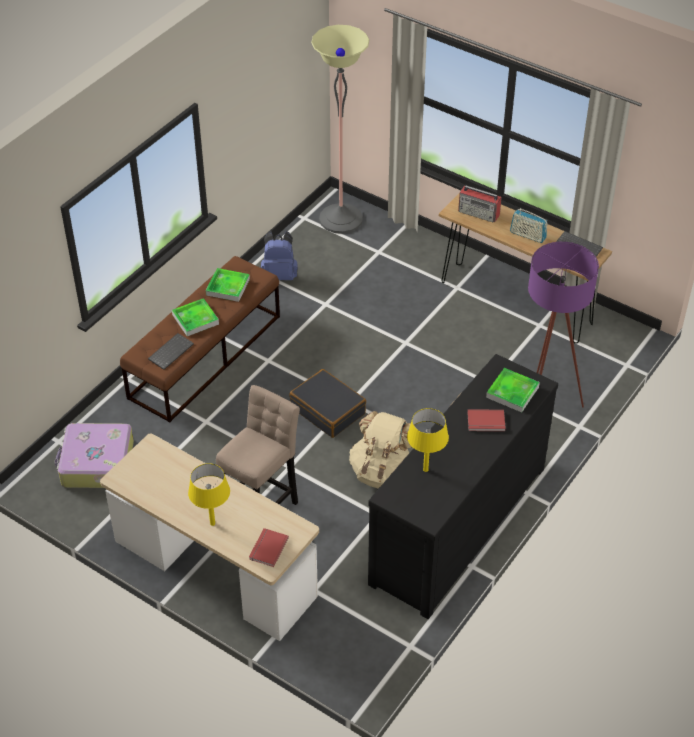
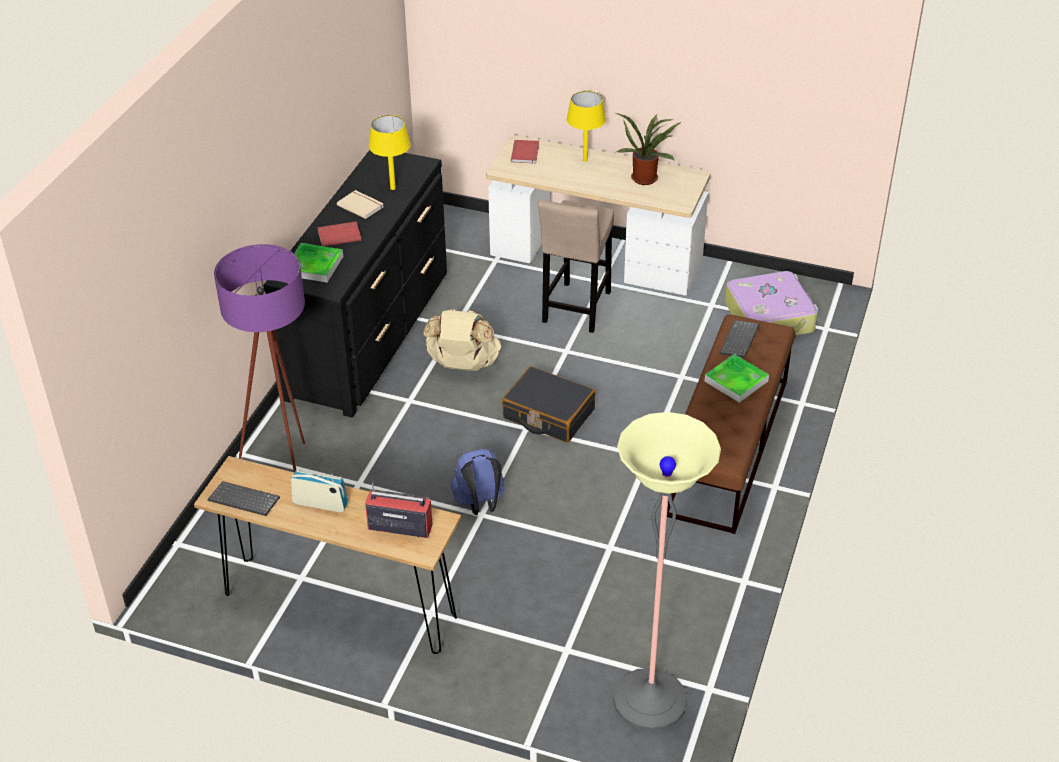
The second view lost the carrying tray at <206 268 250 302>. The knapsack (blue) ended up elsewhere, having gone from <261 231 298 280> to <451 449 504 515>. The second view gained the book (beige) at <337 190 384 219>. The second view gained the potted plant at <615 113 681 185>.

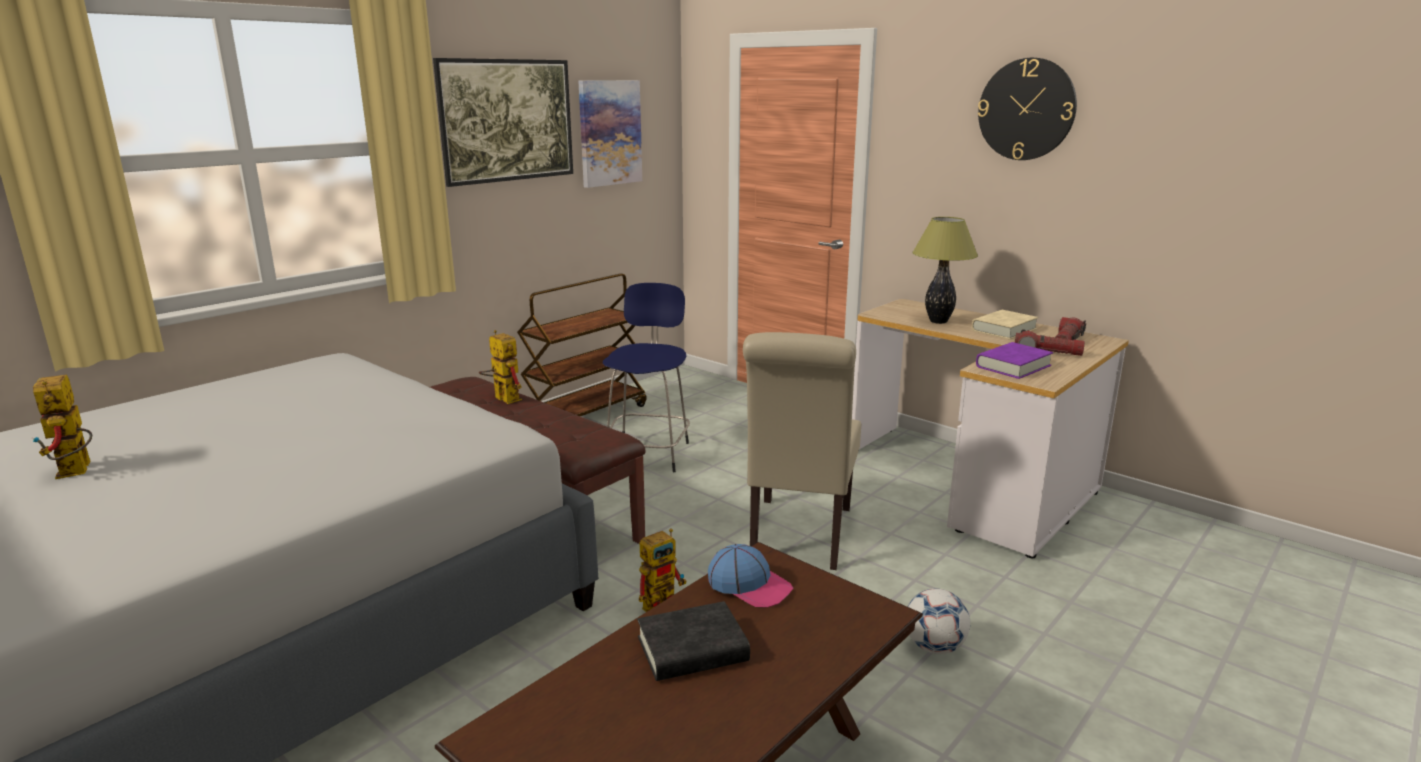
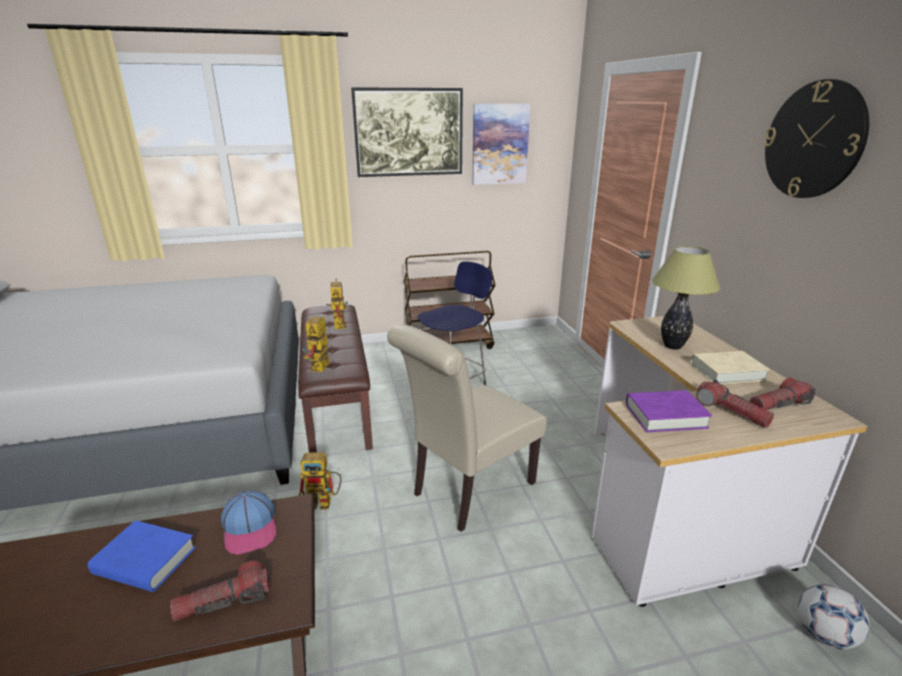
The robot figure ended up elsewhere, having gone from <32 375 92 479> to <302 316 330 372>. What was the book (black-coloured) at <637 601 750 681> turned into the book (blue) at <88 520 196 592>. The football ended up elsewhere, having gone from <908 588 970 654> to <798 584 870 650>. The second view gained the hand torch at <170 561 270 621>.

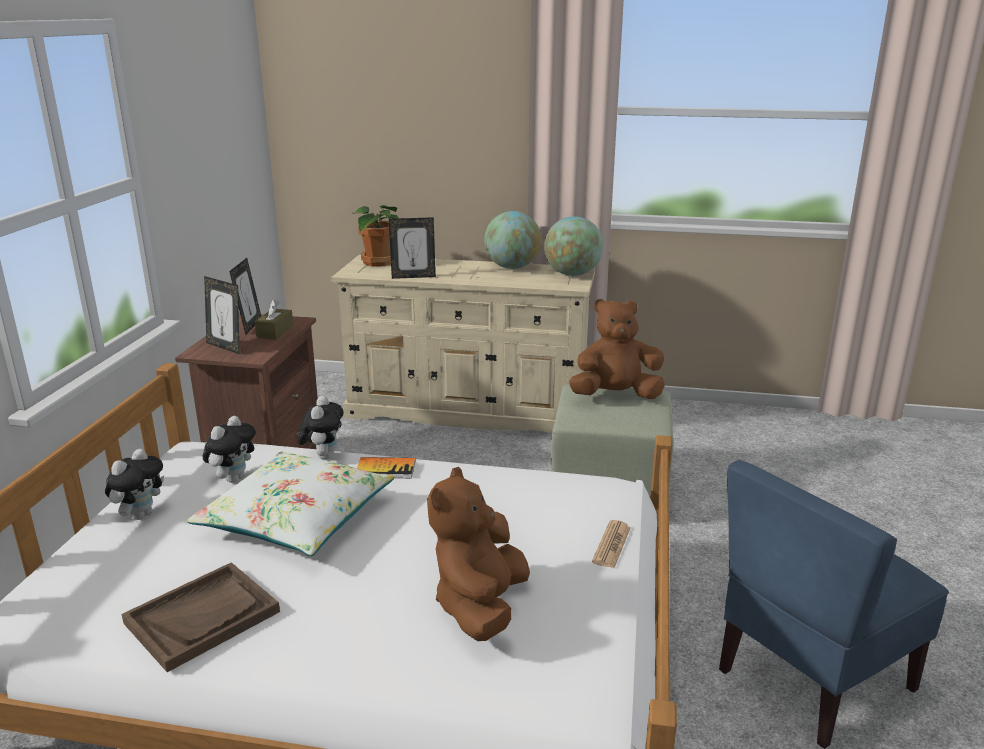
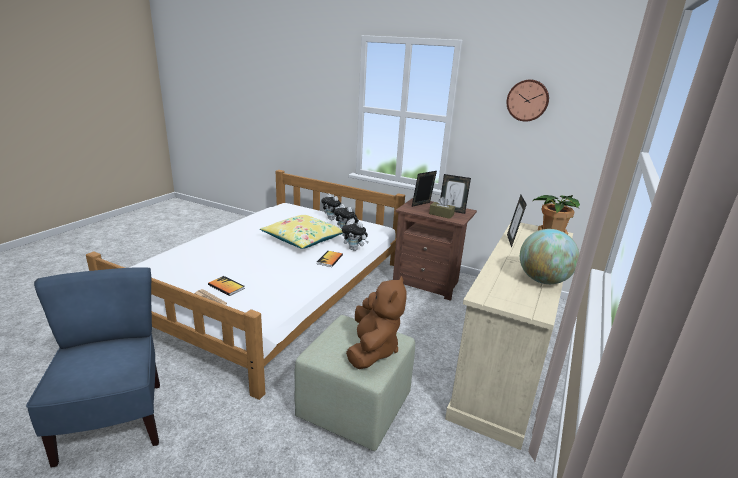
The second view lost the carrying tray (brown) at <122 562 280 672>. What was the pillow (white-coloured) at <187 452 394 556> turned into the pillow (yellowish) at <260 215 343 249>. The second view lost the cuddly toy (brown) at <427 467 530 641>. The second view lost the world globe at <544 216 603 276>. The second view gained the book at <208 276 245 296>. The second view gained the wall clock at <507 80 549 122>.

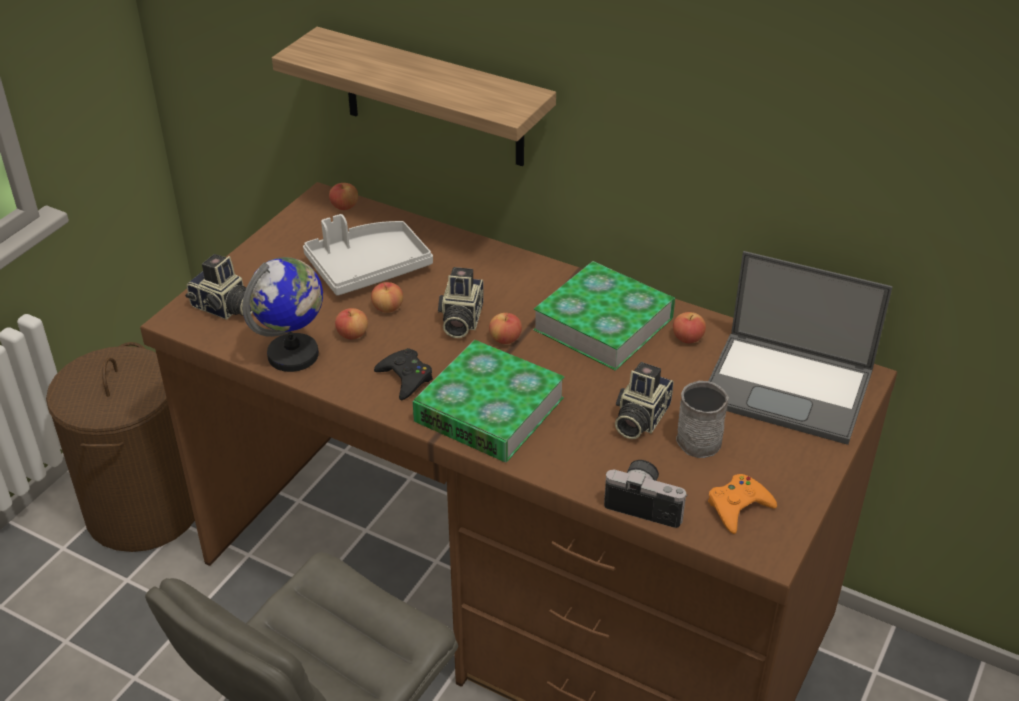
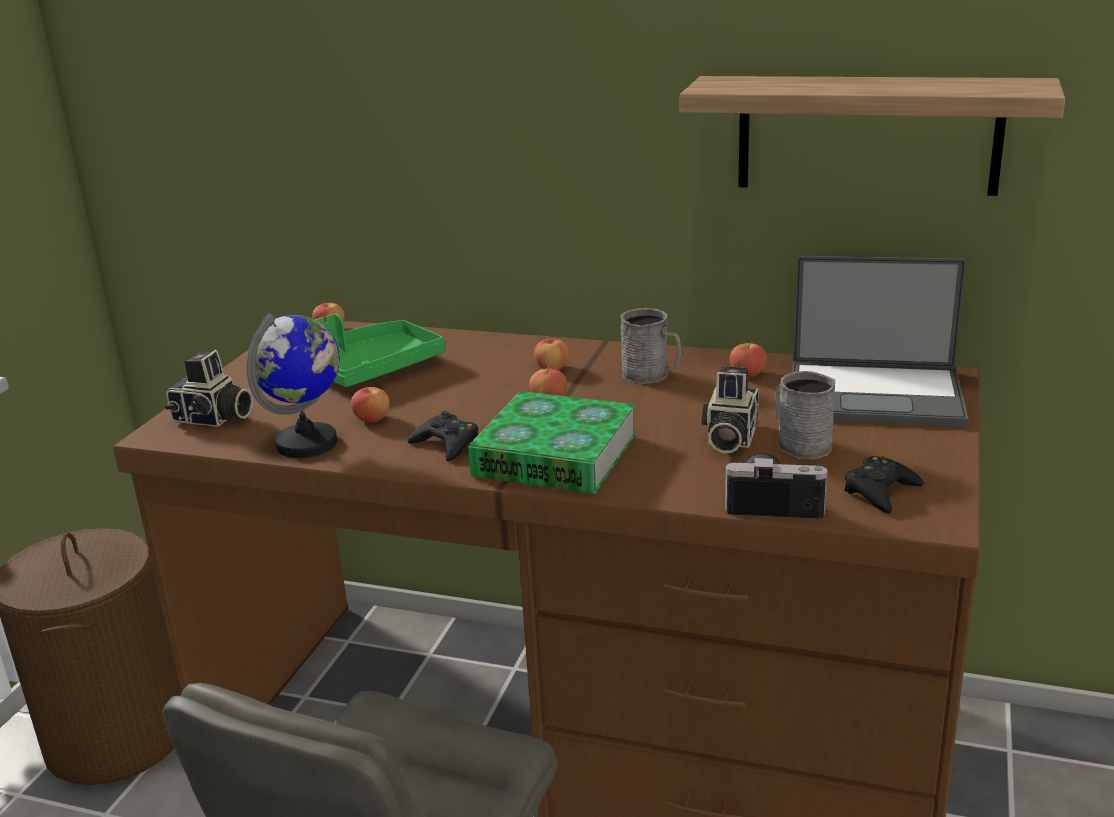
The bracket shelf ended up elsewhere, having gone from <272 27 556 166> to <680 76 1065 196>. What was the carrying tray (gray) at <303 214 433 296> turned into the carrying tray (greenish) at <315 314 446 387>. The whole apple ended up elsewhere, having gone from <371 282 403 313> to <534 336 569 370>. The second view lost the still camera at <438 267 484 338>. Where the book stood at <533 261 675 371>, the mug (gray) came to stand at <621 308 681 384>. What was the game controller (orange) at <708 474 777 534> turned into the game controller (black-coloured) at <844 456 924 513>.

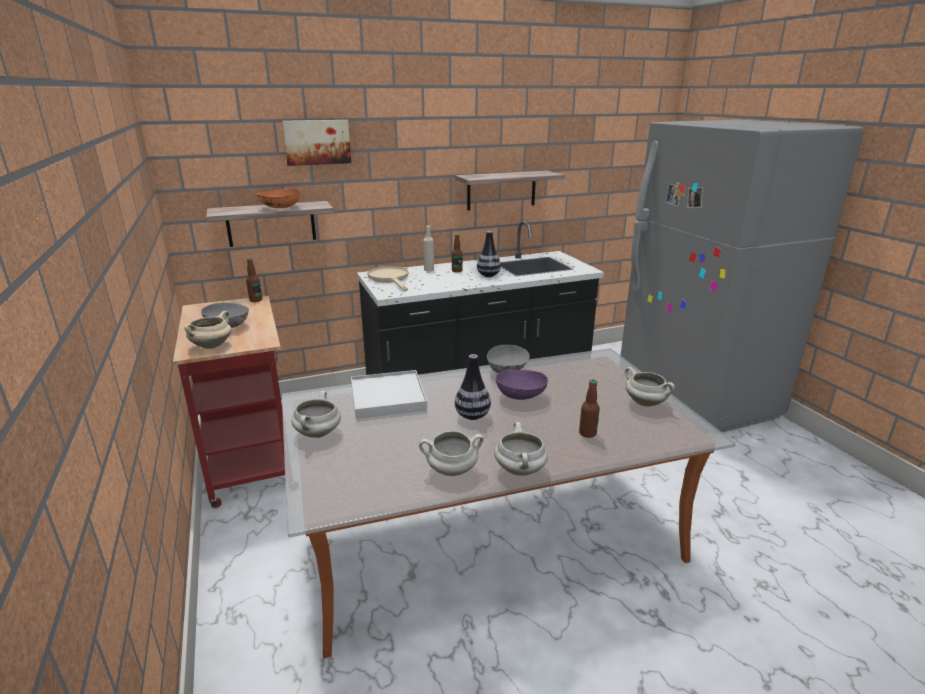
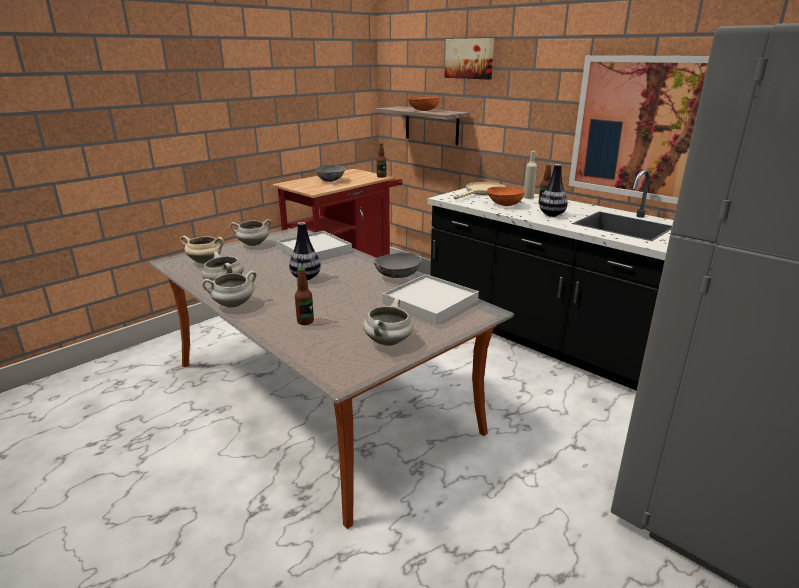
The saucepot (beige) ended up elsewhere, having gone from <184 311 232 349> to <180 236 224 264>. Where the bracket shelf hung at <455 170 565 210>, the picture came to hang at <569 55 709 204>. The second view lost the deep dish (purplish) at <496 370 548 400>. The second view gained the carrying tray (white-coloured) at <383 274 479 324>. The second view gained the deep dish (orange) at <487 187 524 206>.

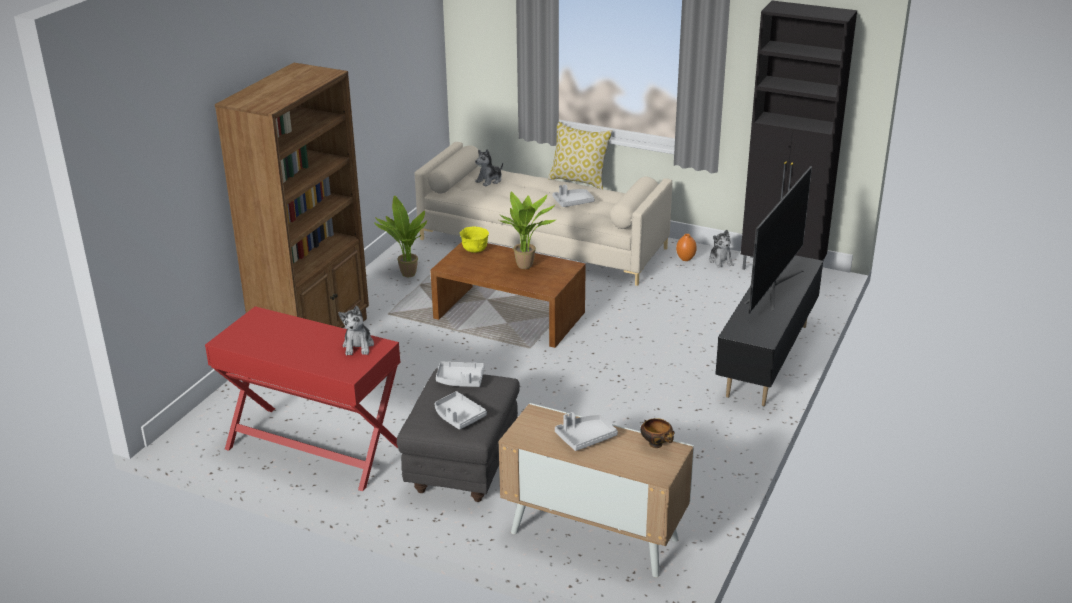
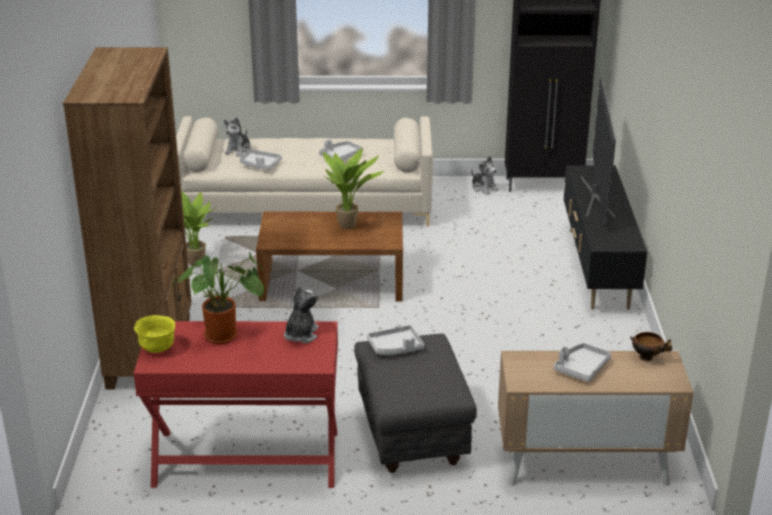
The cuddly toy at <338 306 374 355> ended up facing another way, 135 degrees counterclockwise from before. The carrying tray (gray) ended up elsewhere, having gone from <434 391 487 430> to <240 149 282 170>. The deep dish (yellowish) ended up elsewhere, having gone from <460 227 489 253> to <134 315 175 353>. The second view lost the pillow at <548 122 613 190>. The second view lost the vase (orange) at <676 234 697 261>. The second view gained the potted plant at <172 252 264 344>.

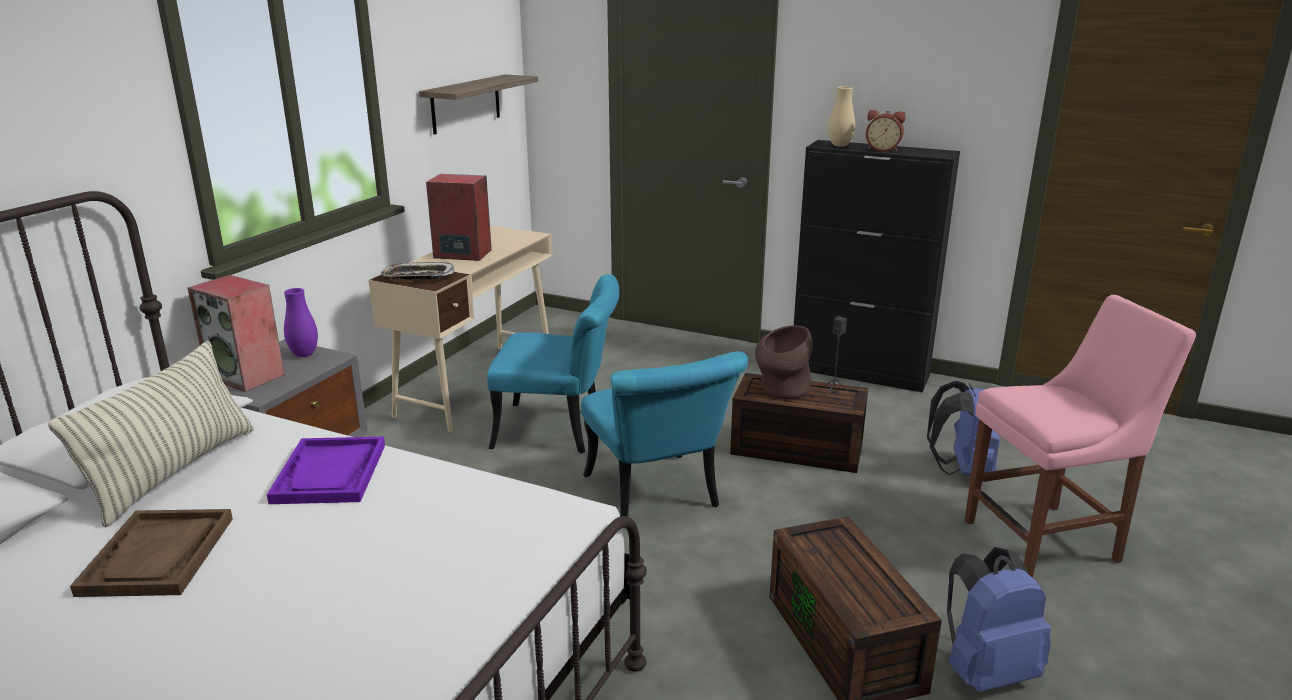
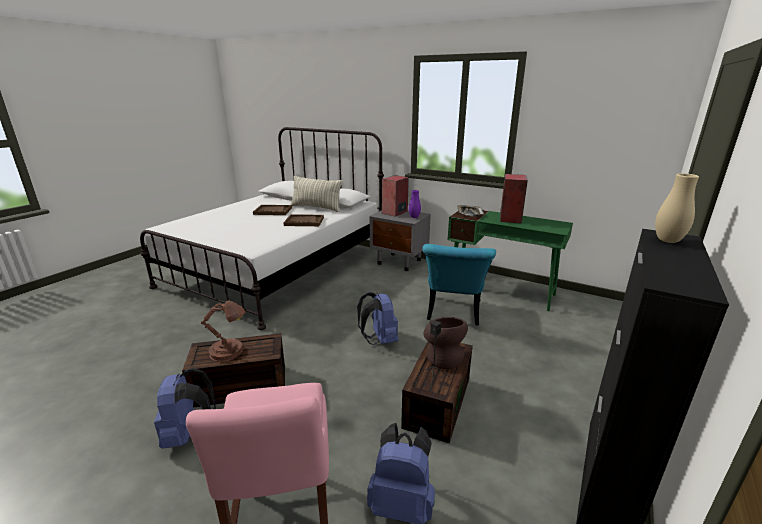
What was the carrying tray (purplish) at <267 437 385 504> turned into the carrying tray (brown) at <283 214 324 226>. What was the desk table (beige) at <368 226 553 432> turned into the desk table (greenish) at <448 210 573 311>. The second view lost the bracket shelf at <419 74 538 135>. Where the plain chair (turquoise-coloured) stood at <581 351 748 528>, the knapsack (blue) came to stand at <357 292 399 345>. The second view lost the table clock at <866 110 906 152>. The second view gained the table lamp (brown) at <201 300 245 362>.

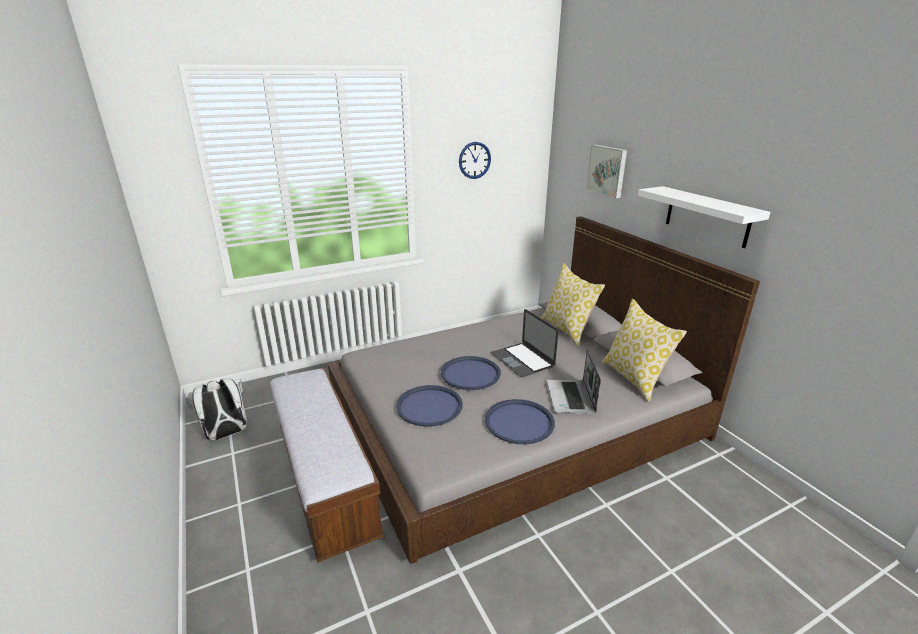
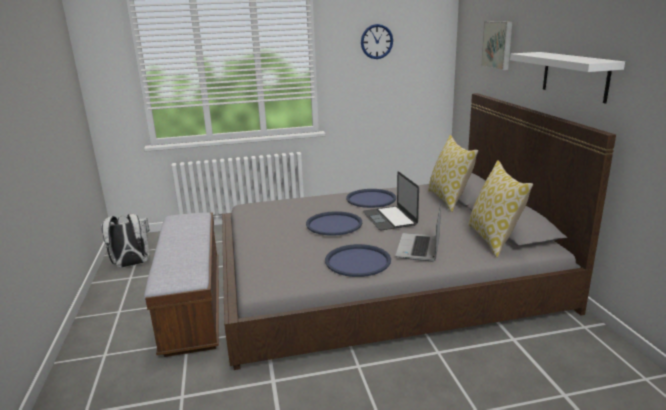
The carrying tray (blue) ended up elsewhere, having gone from <396 385 463 427> to <346 189 396 208>.

